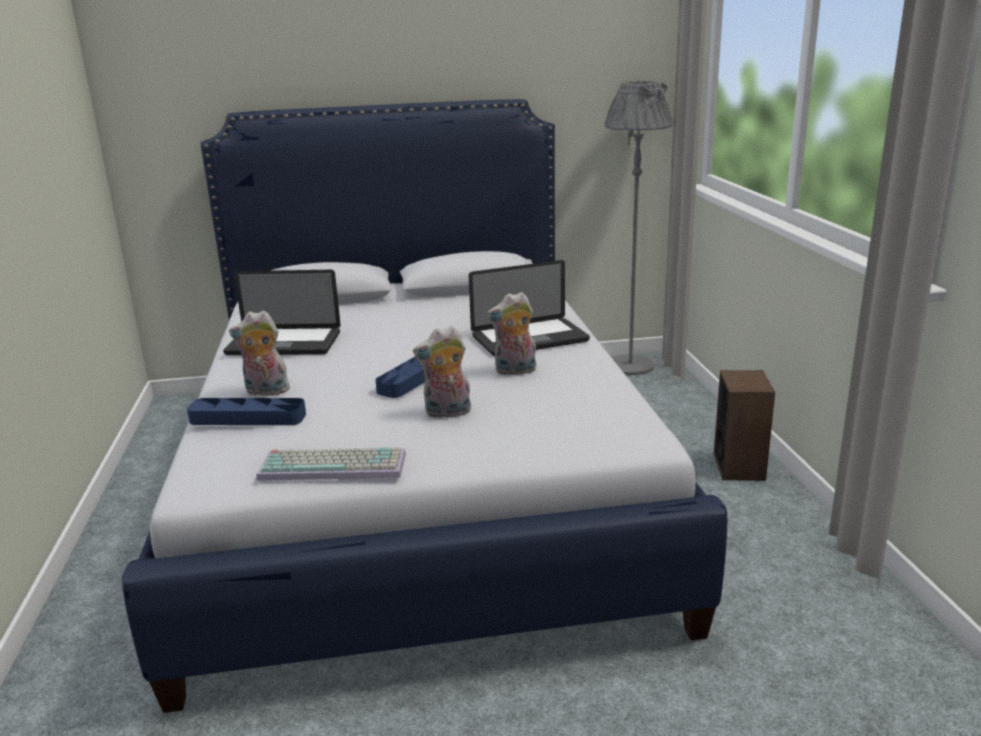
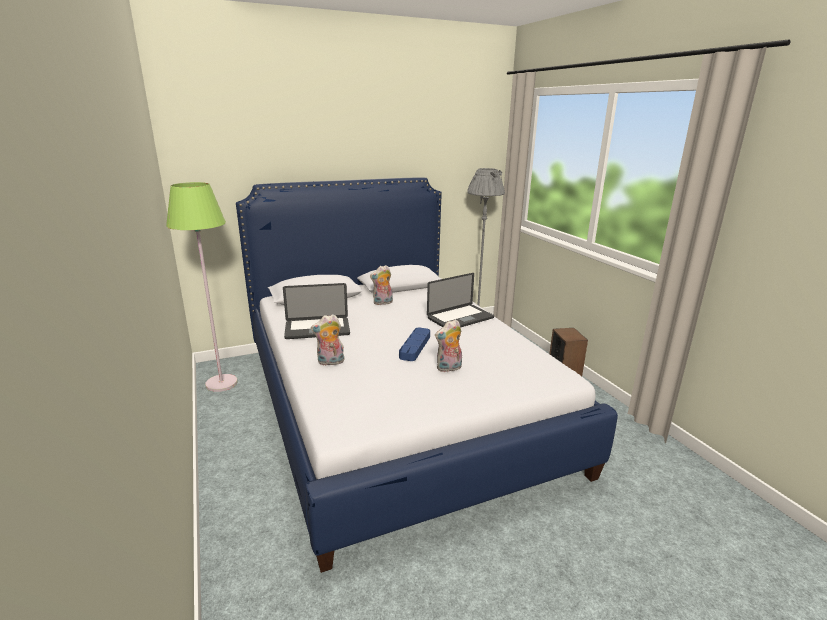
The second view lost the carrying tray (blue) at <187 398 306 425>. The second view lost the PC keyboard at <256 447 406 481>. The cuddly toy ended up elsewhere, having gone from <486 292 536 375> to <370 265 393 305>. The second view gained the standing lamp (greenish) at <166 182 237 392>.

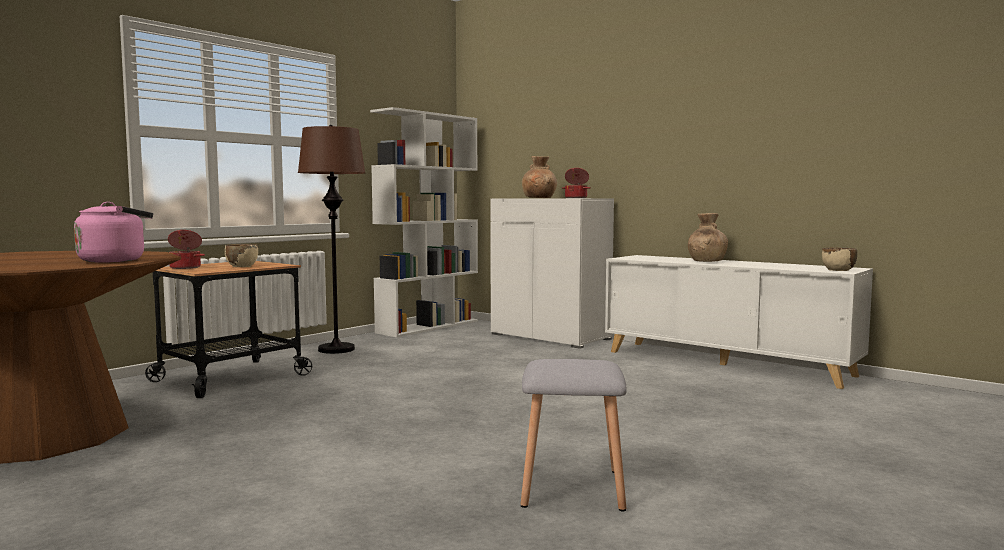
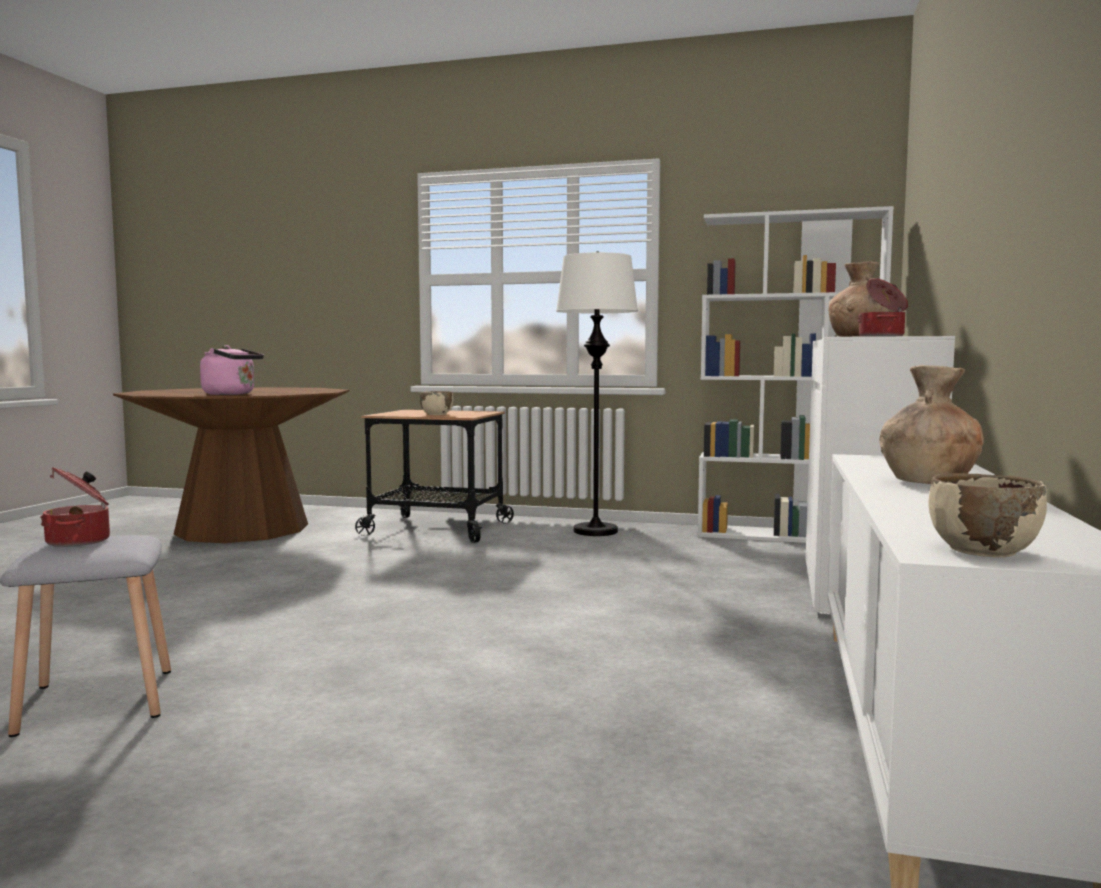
The saucepot ended up elsewhere, having gone from <168 230 205 269> to <40 467 110 547>. What was the standing lamp (brown) at <298 125 365 354> turned into the standing lamp (white-coloured) at <556 251 638 536>.

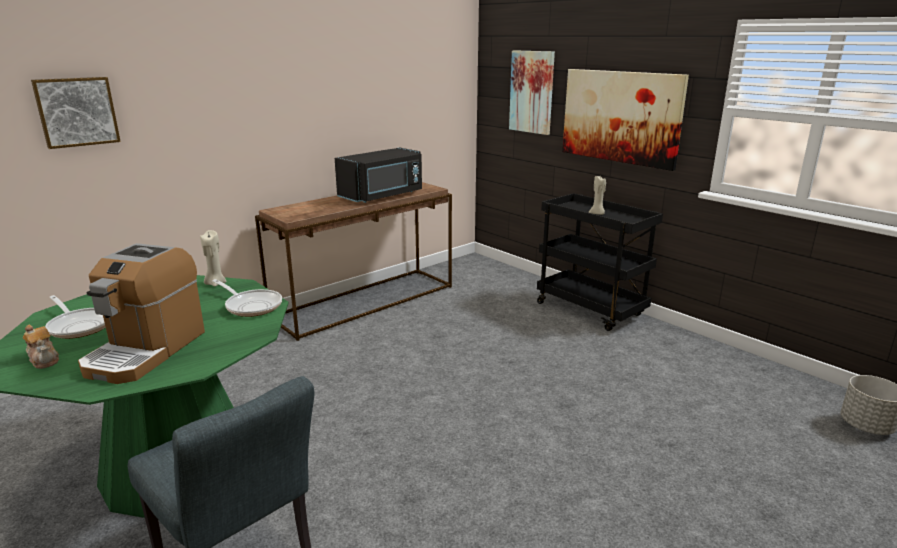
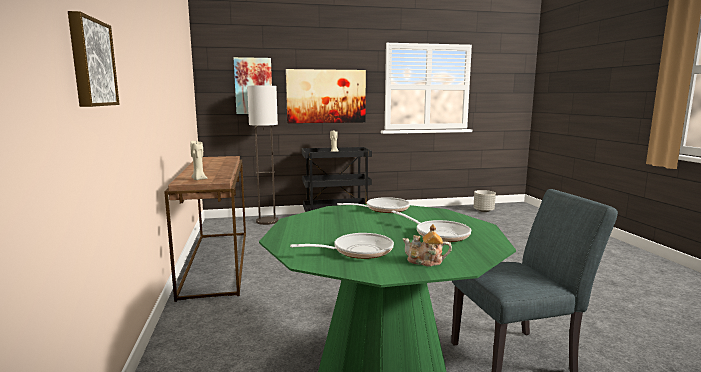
The tea pot at <23 324 59 369> ended up facing another way, 150 degrees counterclockwise from before. Where the coffee brewer stood at <78 243 205 384>, the pan came to stand at <391 210 471 242>. The wax light (beige) ended up elsewhere, having gone from <200 230 226 287> to <190 141 207 180>. The second view lost the microwave oven (black-coloured) at <335 148 422 203>. The second view gained the standing lamp at <247 86 279 225>.

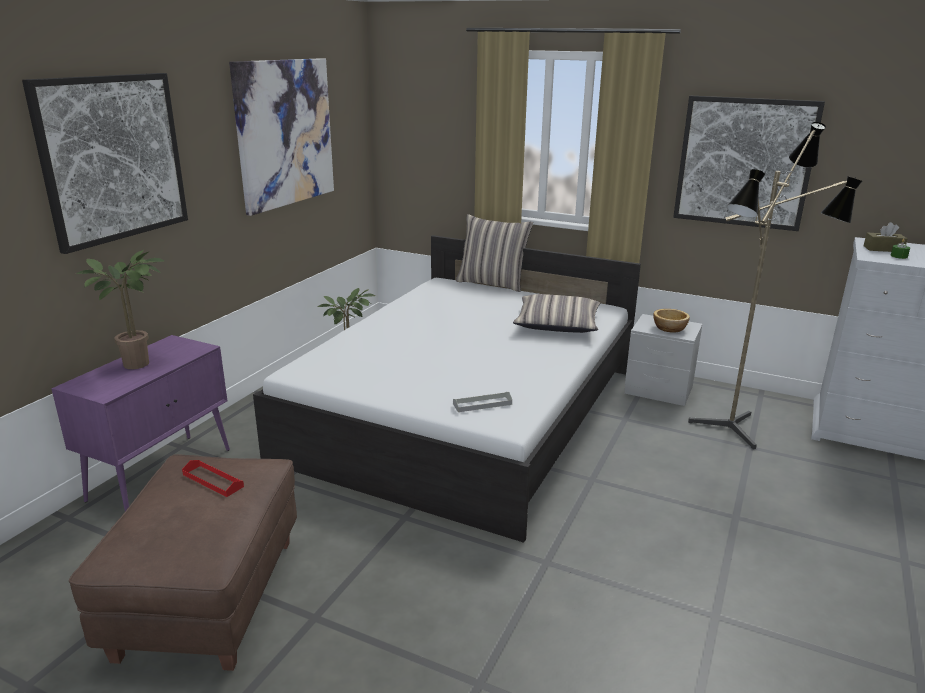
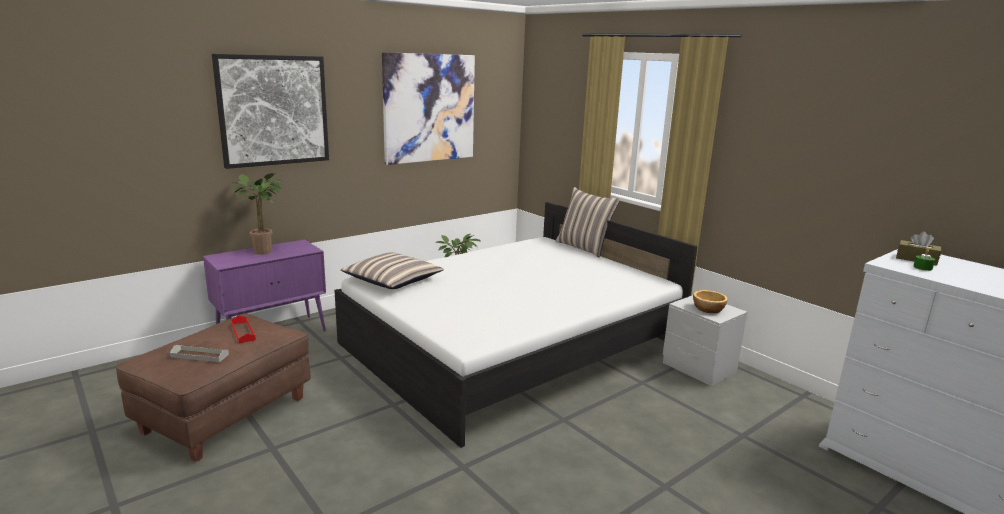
The carrying tray (gray) ended up elsewhere, having gone from <453 392 512 412> to <170 345 229 362>. The pillow ended up elsewhere, having gone from <513 294 600 333> to <341 252 444 289>. The second view lost the picture at <673 96 825 231>. The second view lost the standing lamp at <688 122 862 449>.

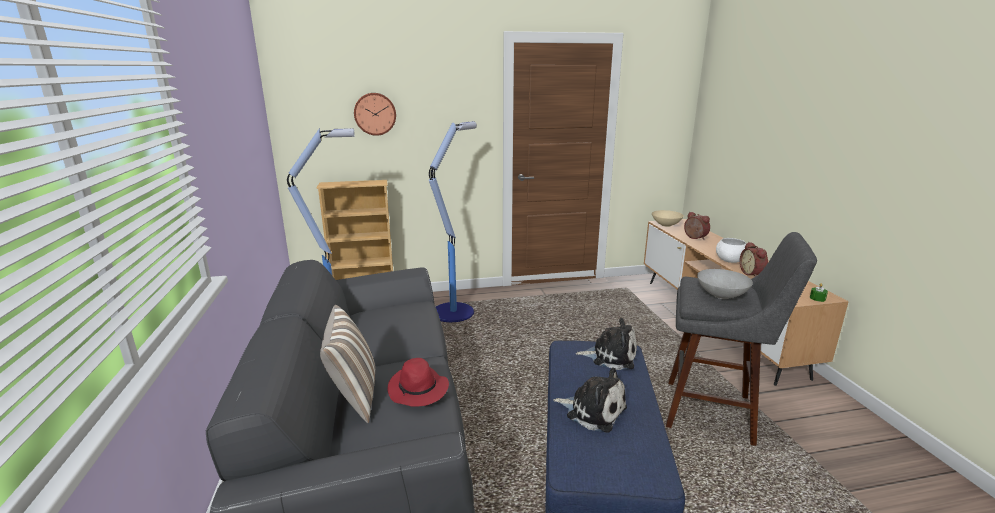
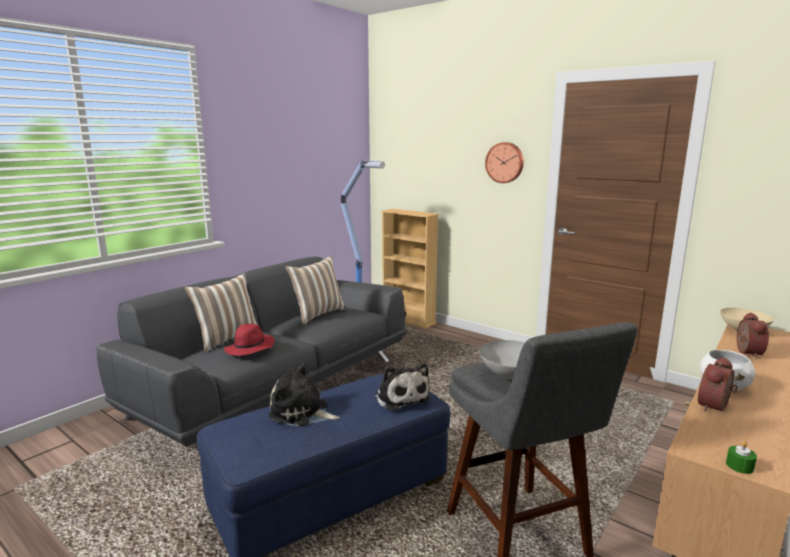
The wall clock ended up elsewhere, having gone from <354 93 396 136> to <485 142 524 183>. The second view lost the standing lamp at <429 121 477 322>. The cuddly toy at <553 368 627 433> ended up facing another way, 120 degrees clockwise from before. The second view gained the pillow at <286 256 346 324>.

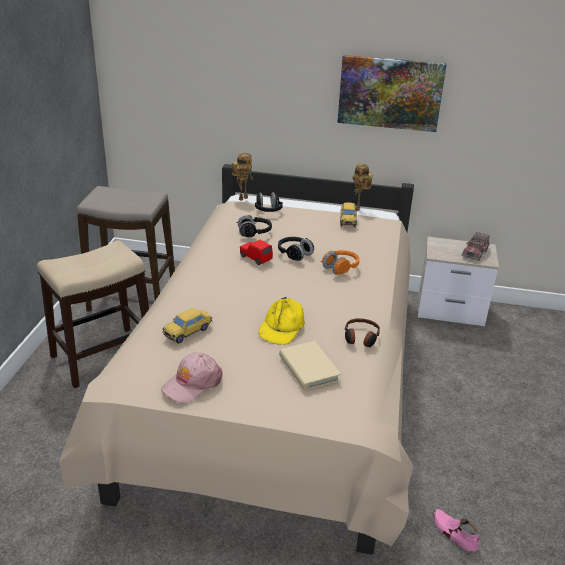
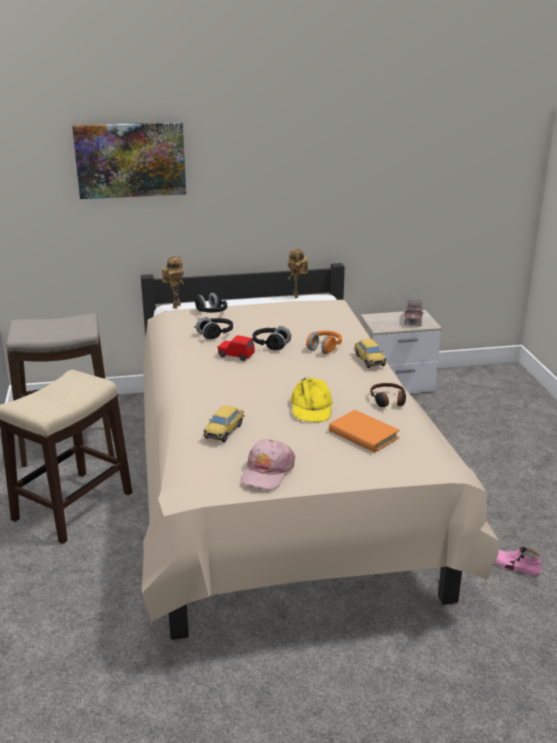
What was the book (beige) at <279 341 341 391> turned into the book (orange) at <329 410 400 452>. The picture ended up elsewhere, having gone from <337 55 447 132> to <72 122 186 199>. The toy car ended up elsewhere, having gone from <340 202 357 227> to <354 339 386 368>.

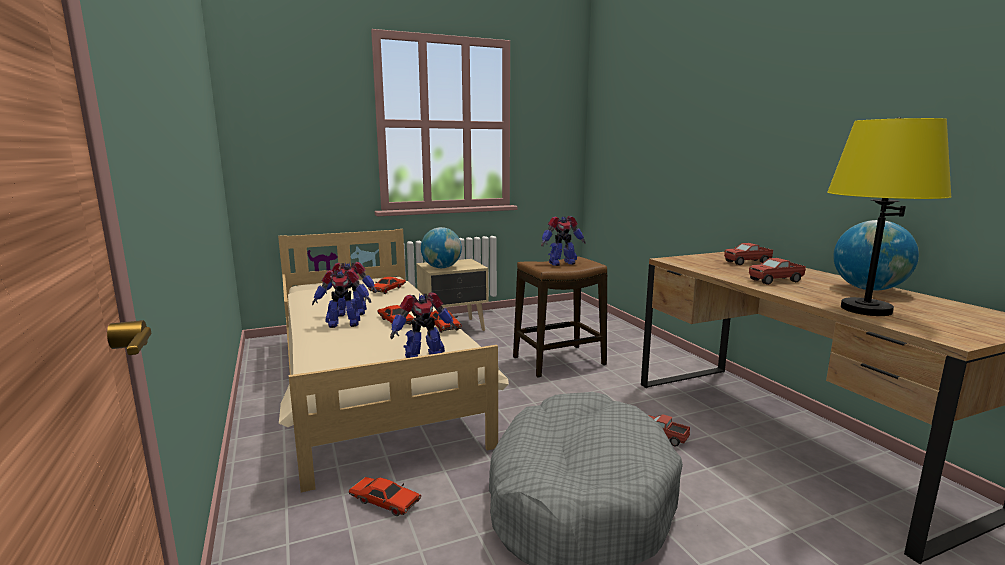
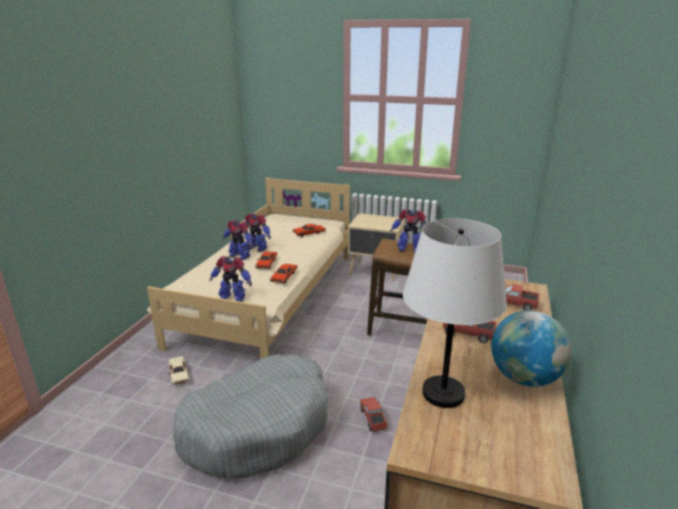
What was the toy car (red) at <348 477 421 516> turned into the toy car (beige) at <168 356 189 385>. The second view lost the world globe at <421 227 462 268>. What was the table lamp (yellowish) at <827 117 952 316> turned into the table lamp (white-coloured) at <403 218 507 408>.

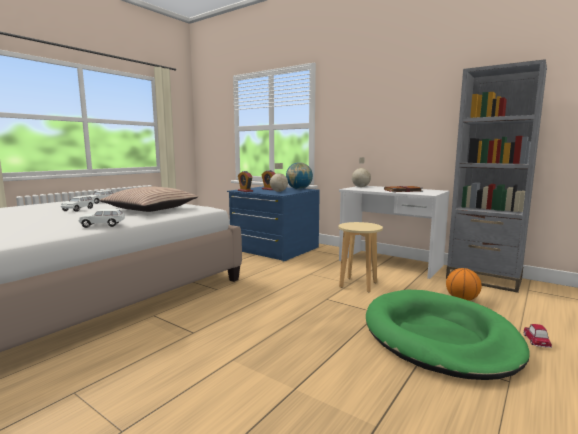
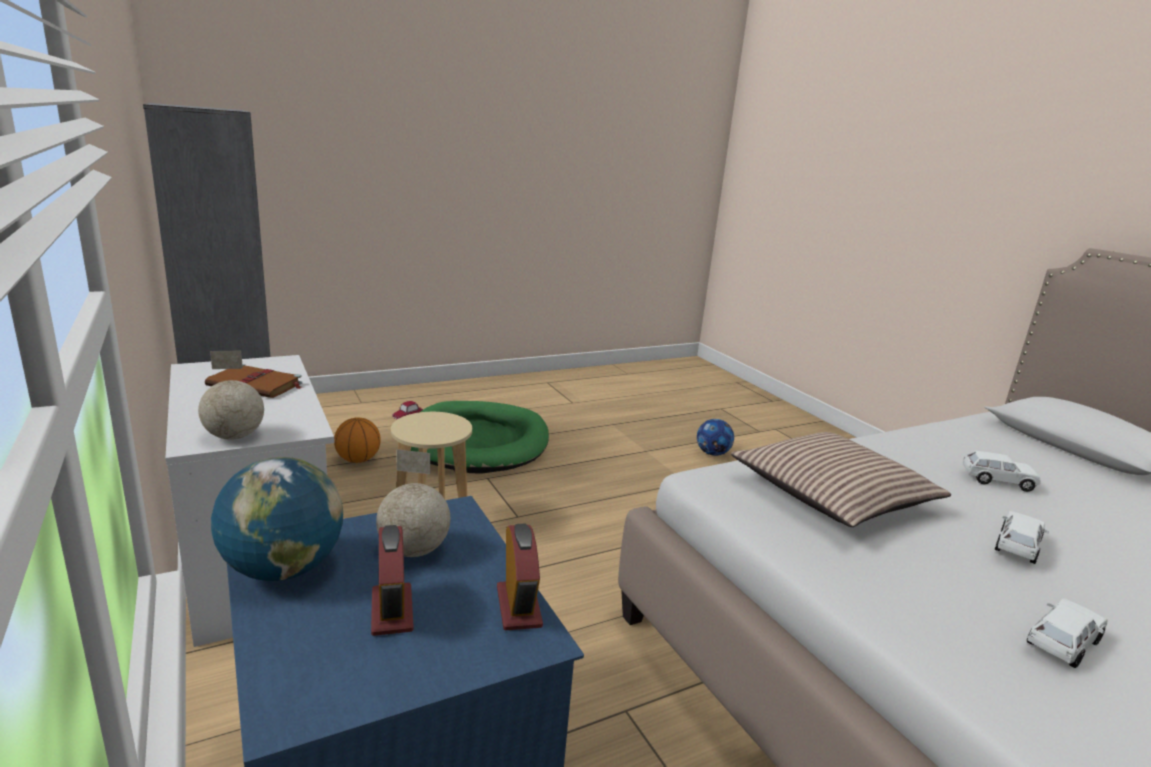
The toy car (white-coloured) ended up elsewhere, having gone from <79 209 125 228> to <963 451 1041 492>. The second view gained the football at <697 419 734 456>.

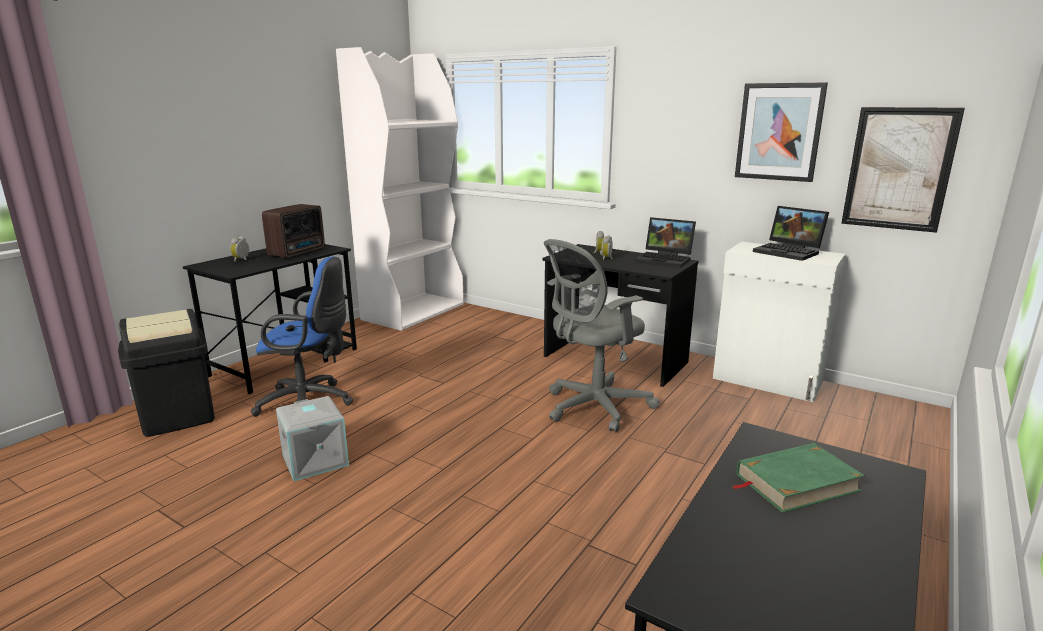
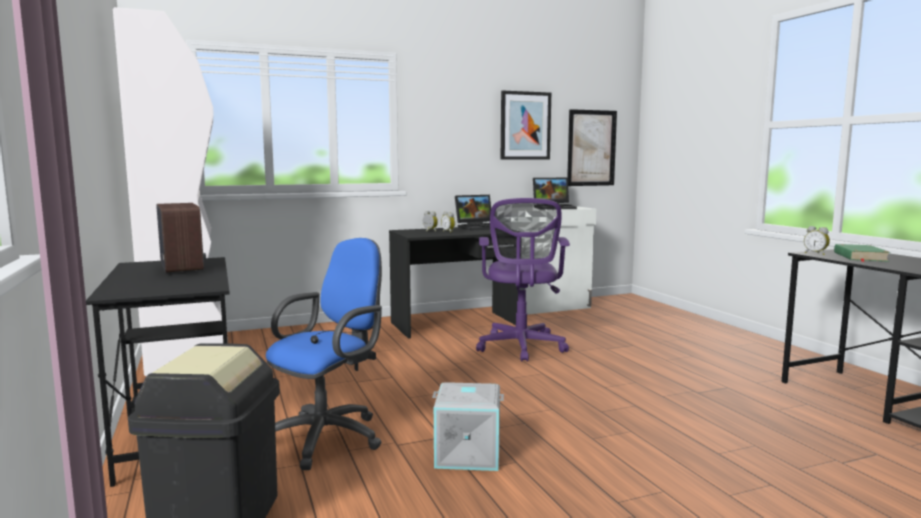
The table clock ended up elsewhere, having gone from <230 236 249 262> to <804 226 830 255>. What was the office chair (gray) at <544 239 660 433> turned into the office chair (purplish) at <476 198 570 362>.

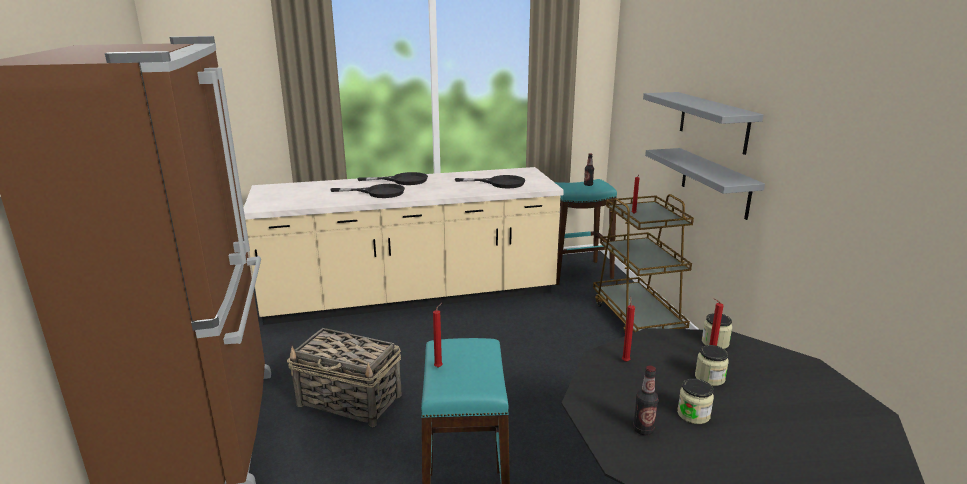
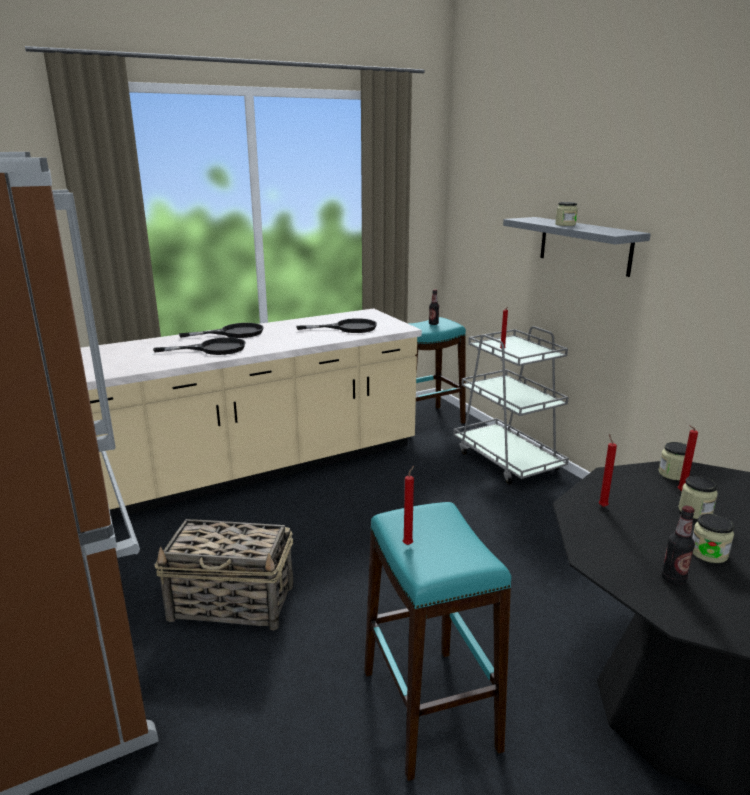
What was the cart (brown) at <593 194 694 333> turned into the cart (gray) at <453 326 569 485>. The second view lost the bracket shelf (gray) at <645 148 765 220>. The second view gained the storage jar at <555 202 578 226>.

